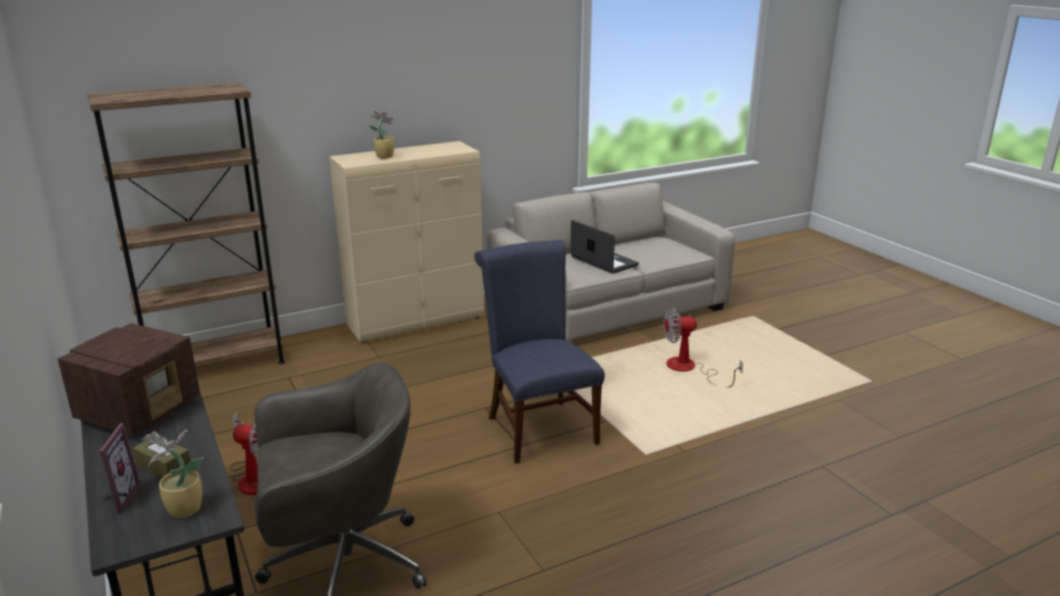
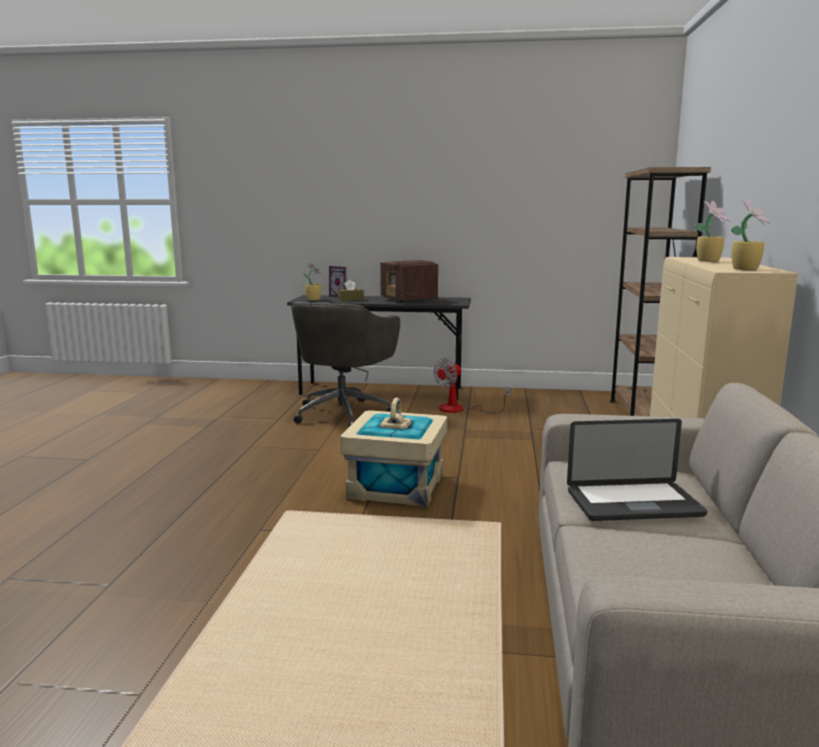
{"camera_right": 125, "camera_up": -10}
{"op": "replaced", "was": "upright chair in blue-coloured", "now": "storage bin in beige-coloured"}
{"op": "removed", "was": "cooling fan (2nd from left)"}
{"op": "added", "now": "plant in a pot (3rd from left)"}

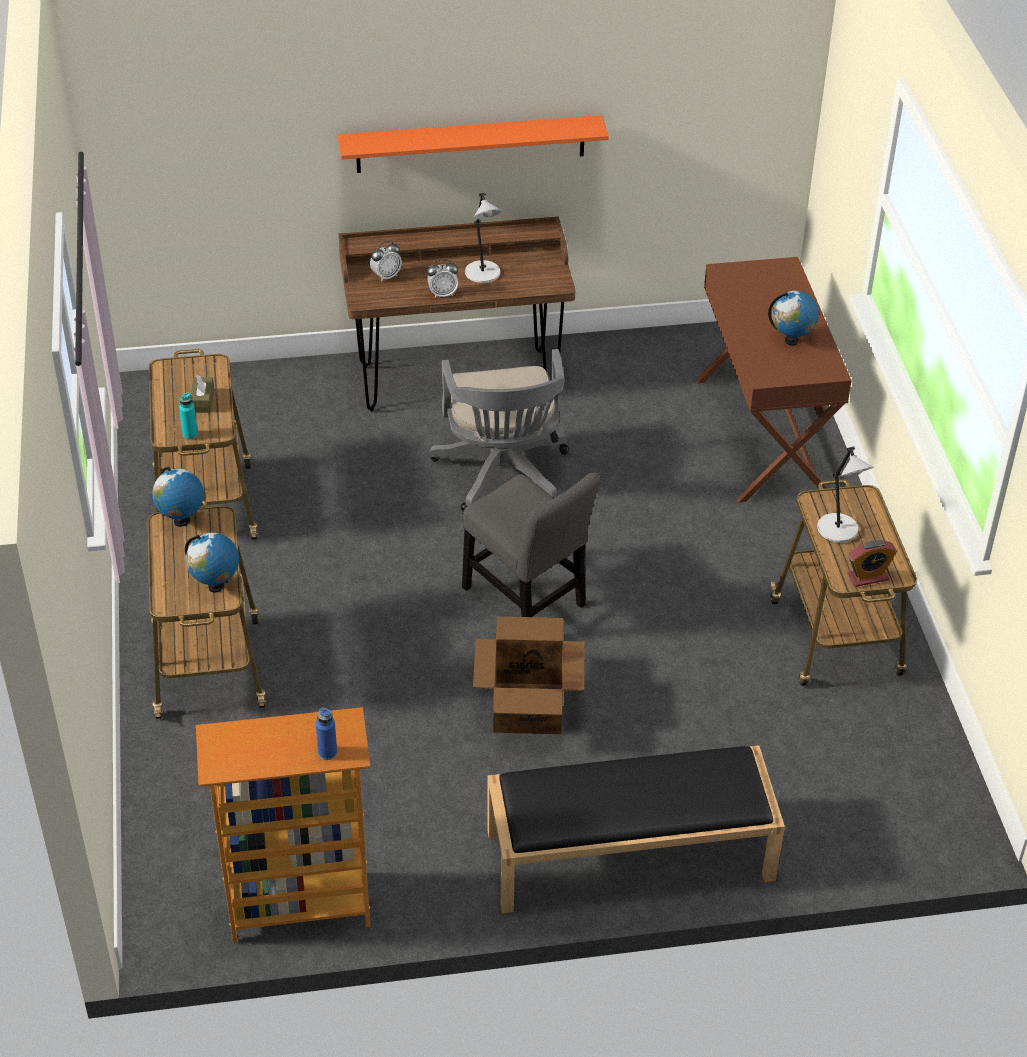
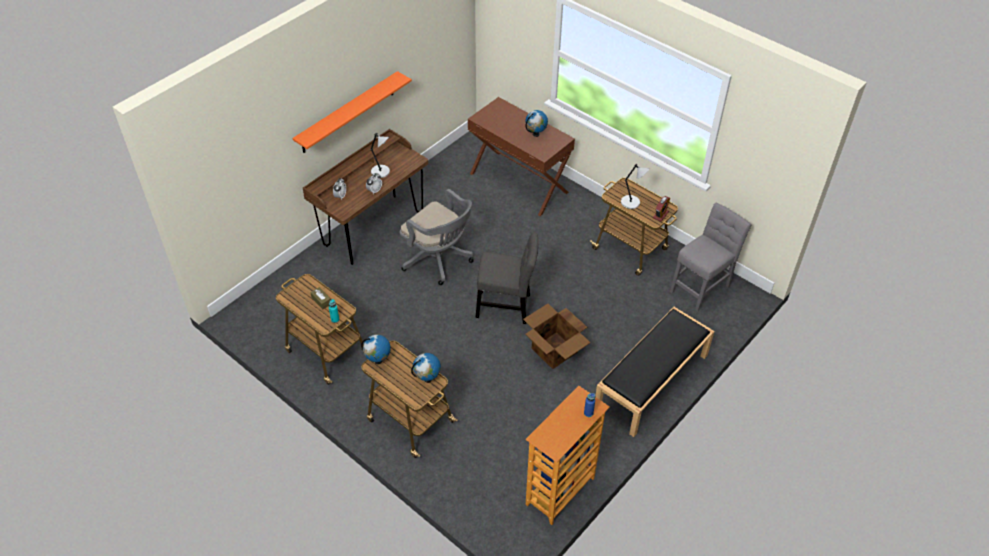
{"camera_right": -40, "camera_up": 5}
{"op": "added", "now": "upright chair in gray (2nd from left)"}

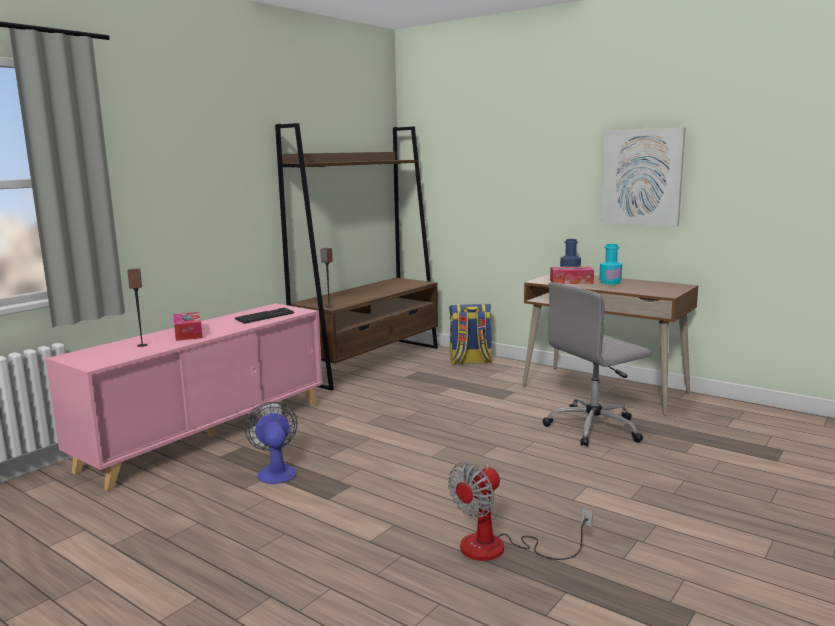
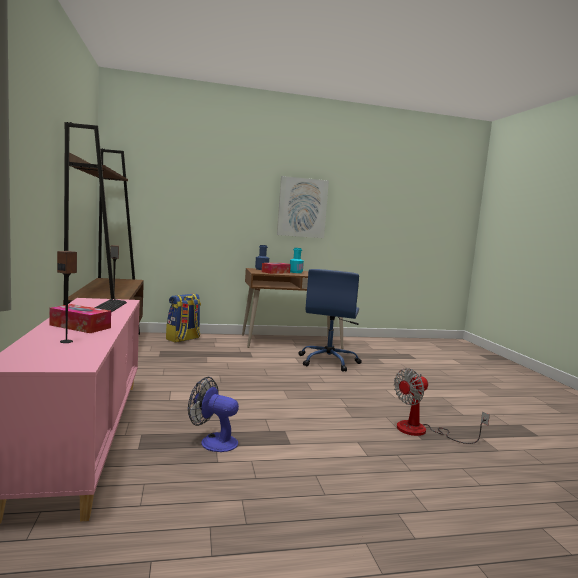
{"camera_right": -50, "camera_up": -5}
{"op": "turned", "was": "cooling fan (2nd from left)", "clockwise": 60}
{"op": "recoloured", "was": "desk chair in gray", "now": "desk chair in blue-coloured"}

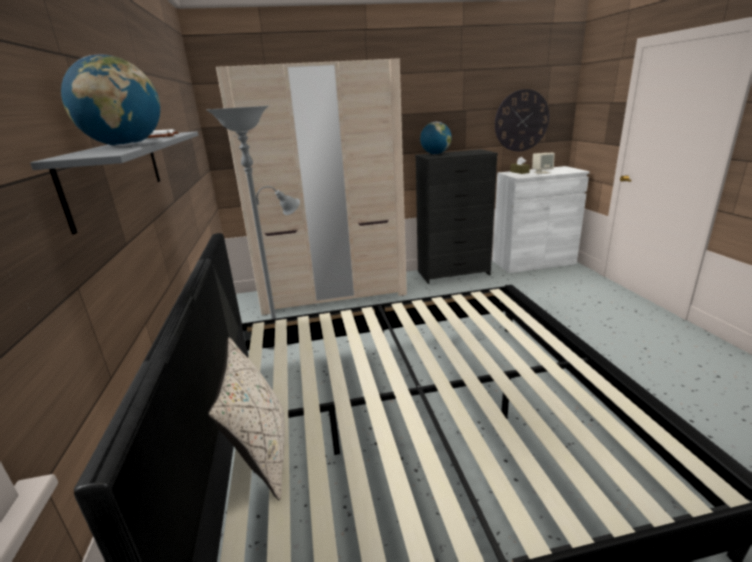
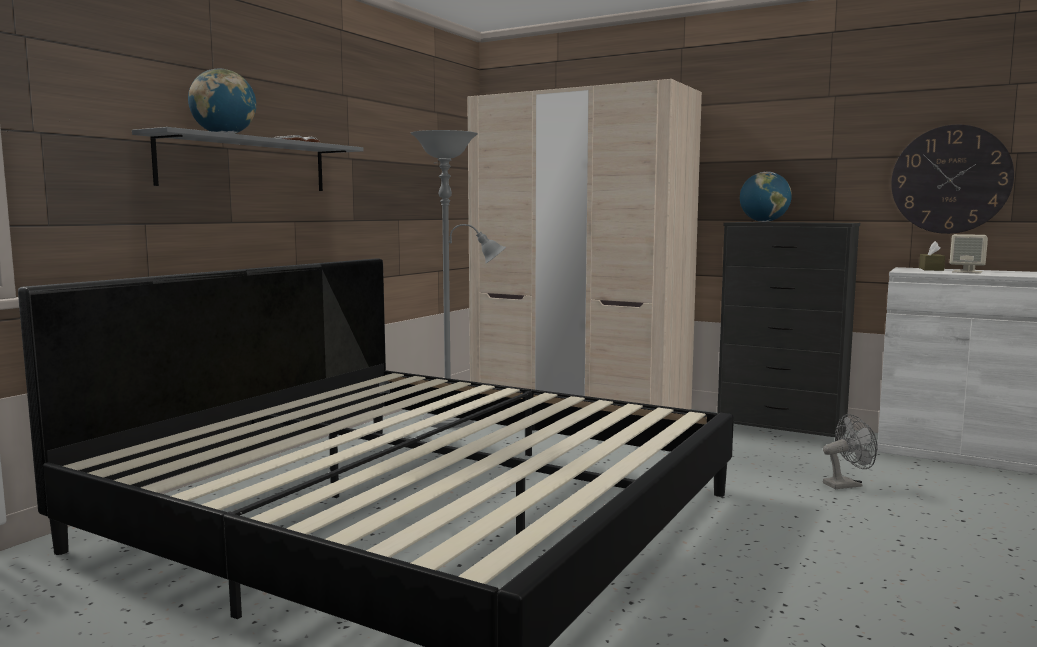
{"camera_right": 40, "camera_up": -15}
{"op": "removed", "was": "pillow in beige-coloured"}
{"op": "added", "now": "cooling fan in gray"}

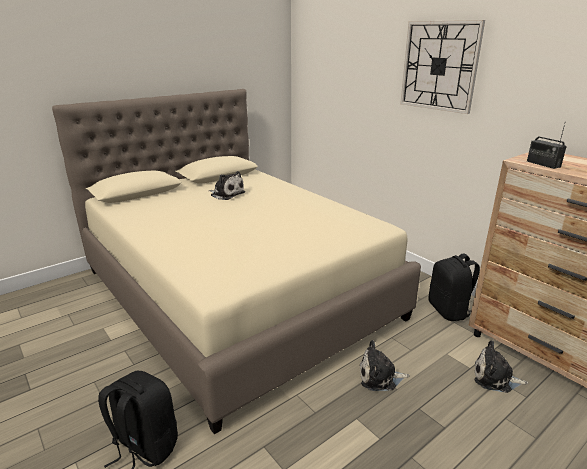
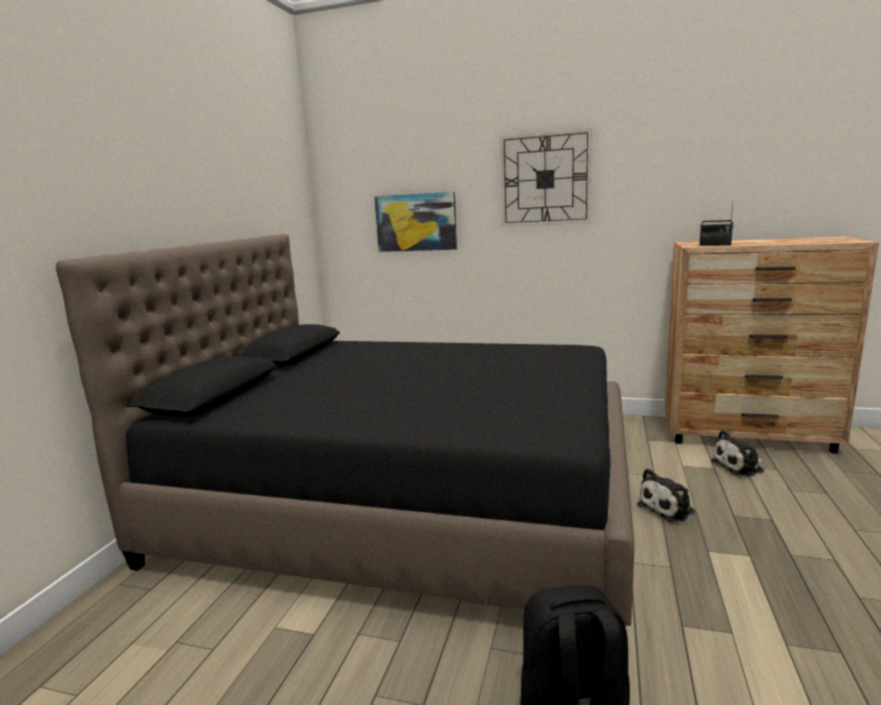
{"camera_right": -35, "camera_up": -10}
{"op": "recoloured", "was": "sleeping bed in beige-coloured", "now": "sleeping bed in black"}
{"op": "removed", "was": "plush toy (1st from left)"}
{"op": "removed", "was": "rucksack in black (2nd from left)"}
{"op": "added", "now": "wall art"}

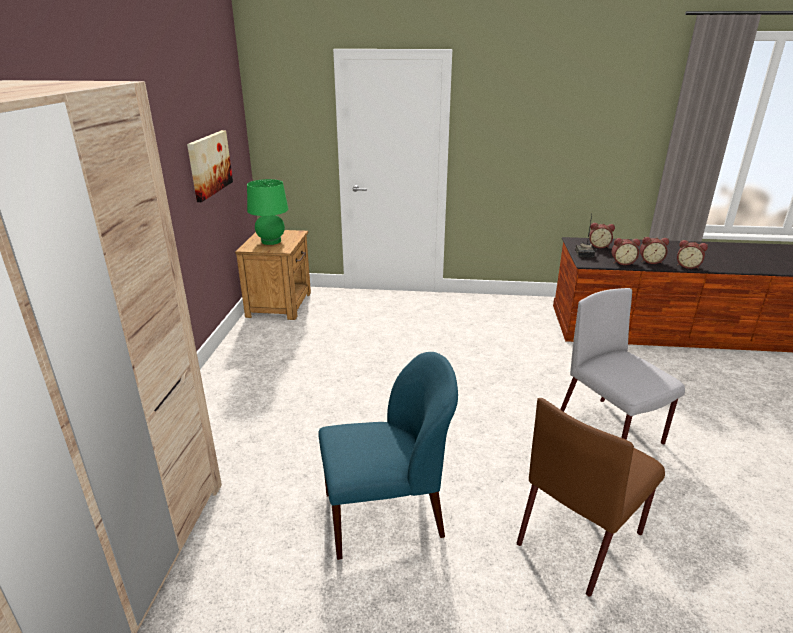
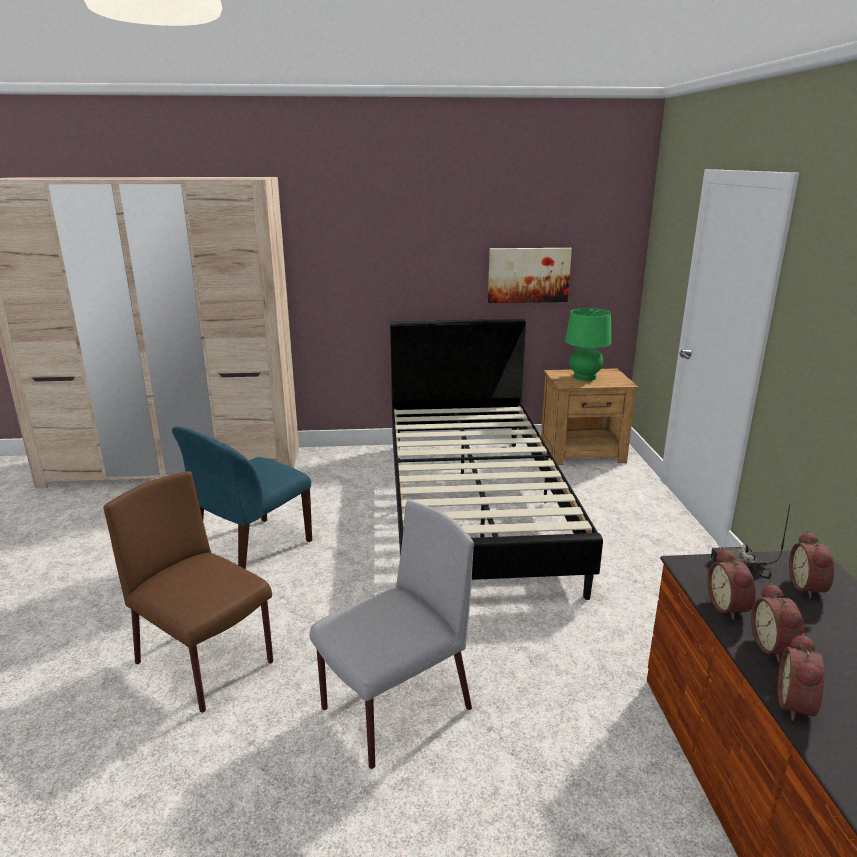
{"camera_right": 80, "camera_up": -5}
{"op": "turned", "was": "upright chair in blue-coloured", "clockwise": 60}
{"op": "added", "now": "sleeping bed in black"}

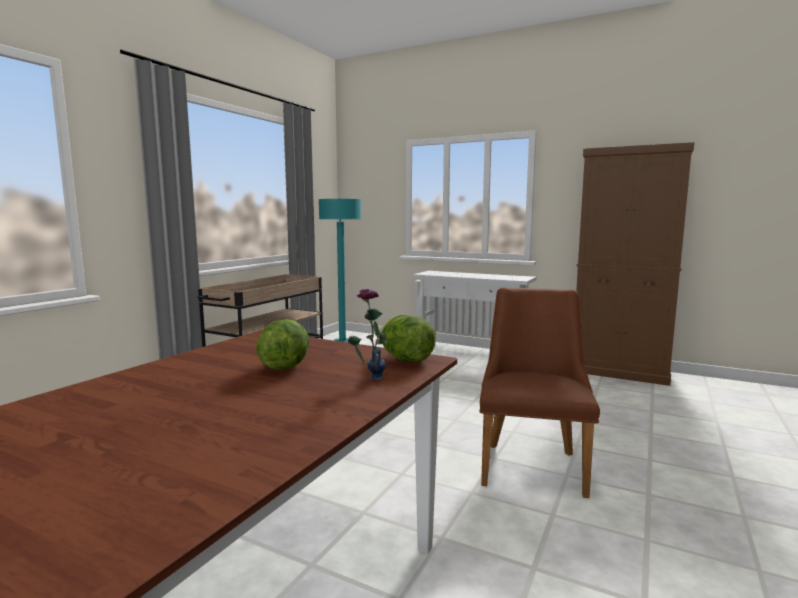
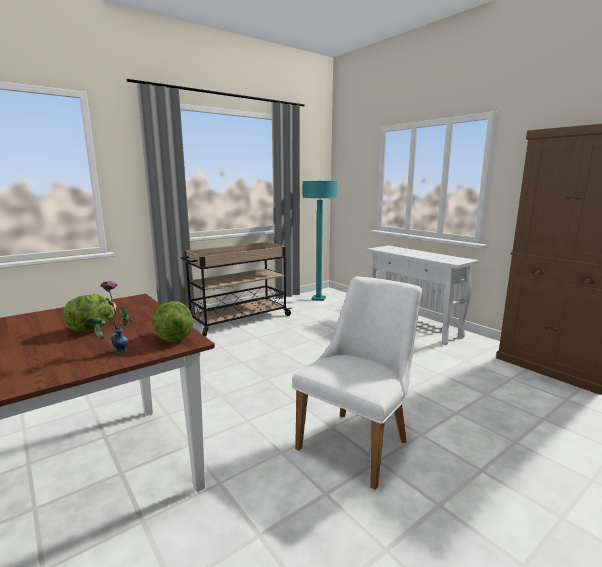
{"camera_right": 25, "camera_up": 5}
{"op": "recoloured", "was": "upright chair in brown", "now": "upright chair in white"}

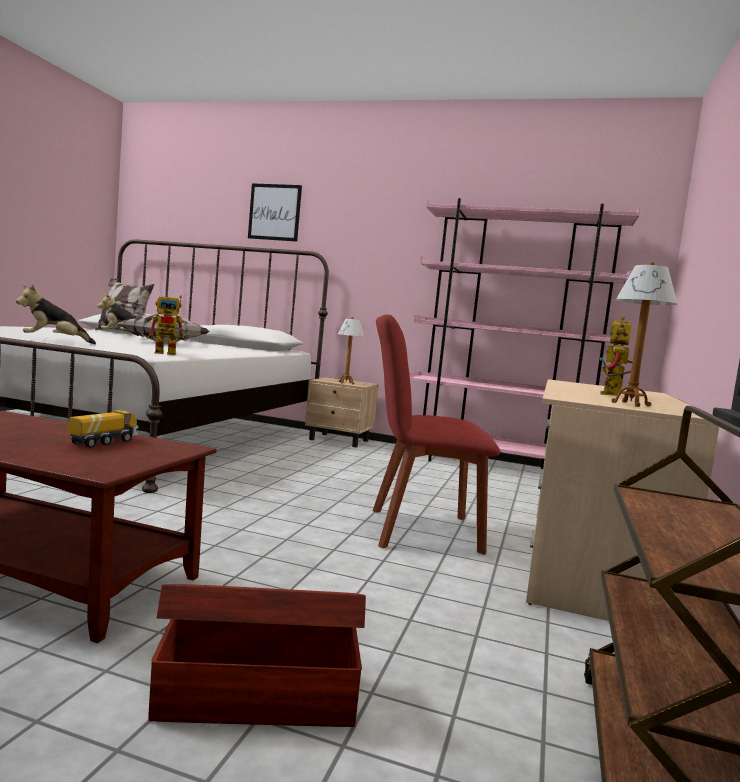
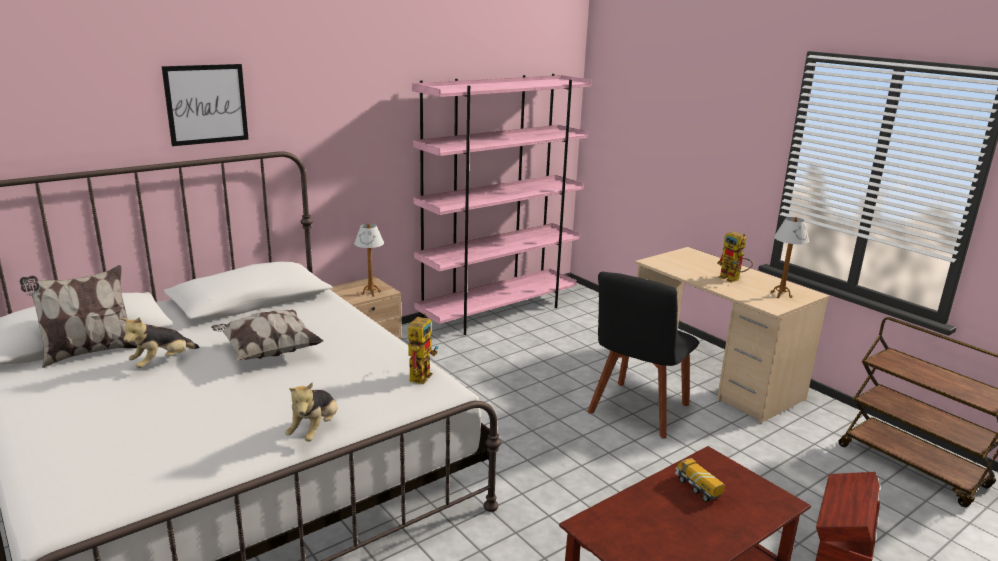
{"camera_right": -55, "camera_up": 15}
{"op": "recoloured", "was": "upright chair in red-coloured", "now": "upright chair in black"}

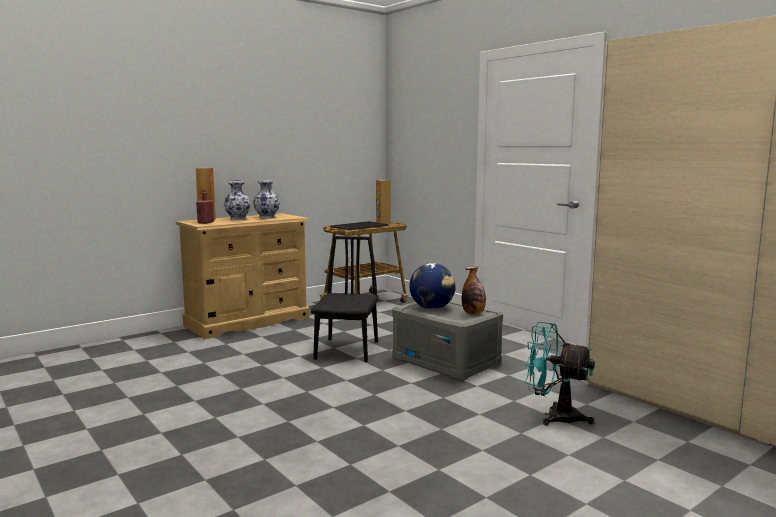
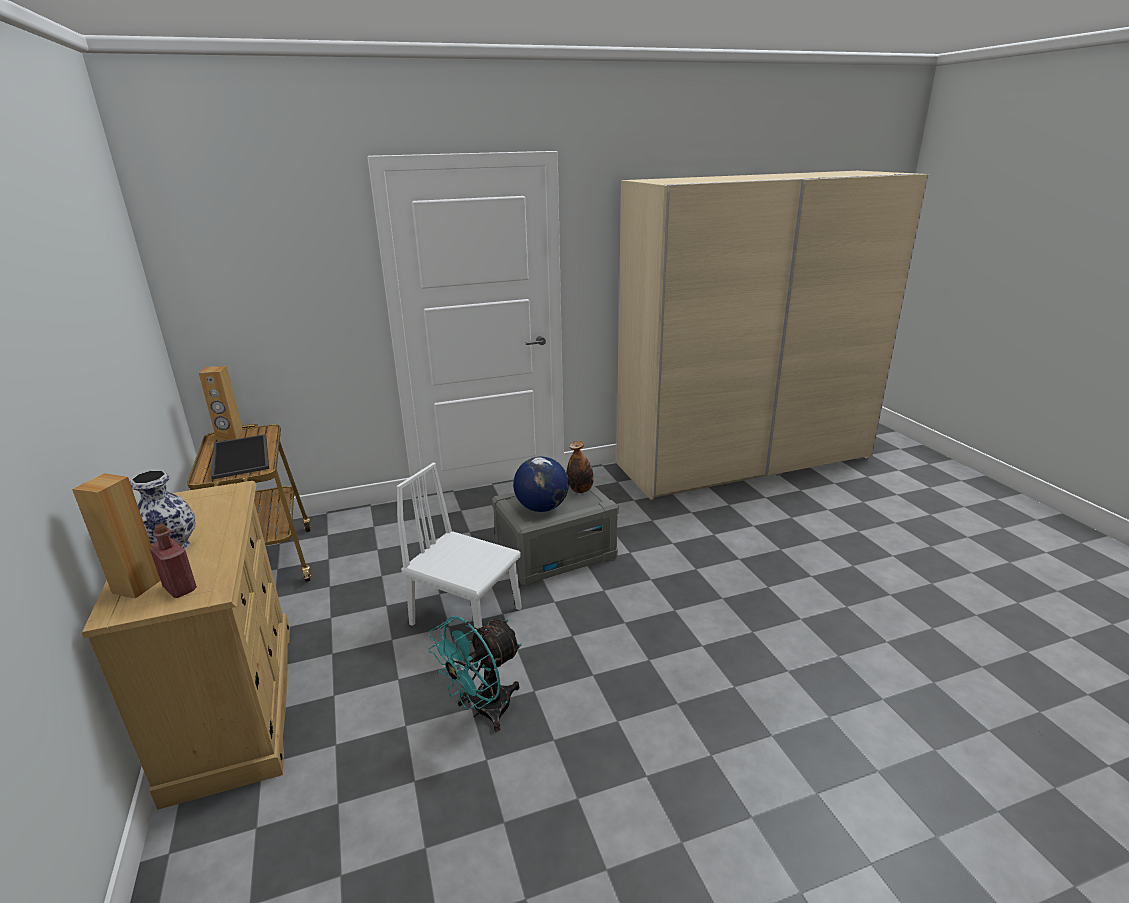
{"camera_right": -70, "camera_up": 15}
{"op": "removed", "was": "decorative vase (2nd from left)"}
{"op": "recoloured", "was": "upright chair in black", "now": "upright chair in white"}
{"op": "moved", "was": "cooling fan in blue-green"}

